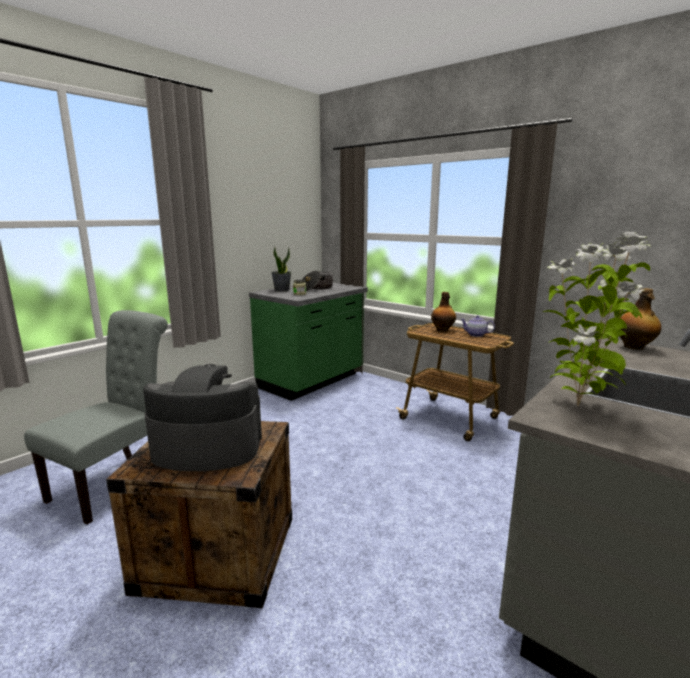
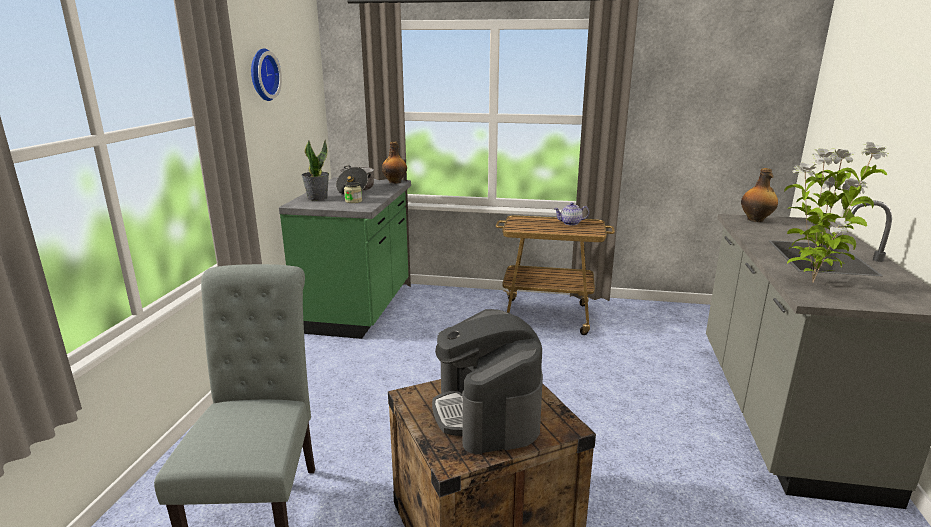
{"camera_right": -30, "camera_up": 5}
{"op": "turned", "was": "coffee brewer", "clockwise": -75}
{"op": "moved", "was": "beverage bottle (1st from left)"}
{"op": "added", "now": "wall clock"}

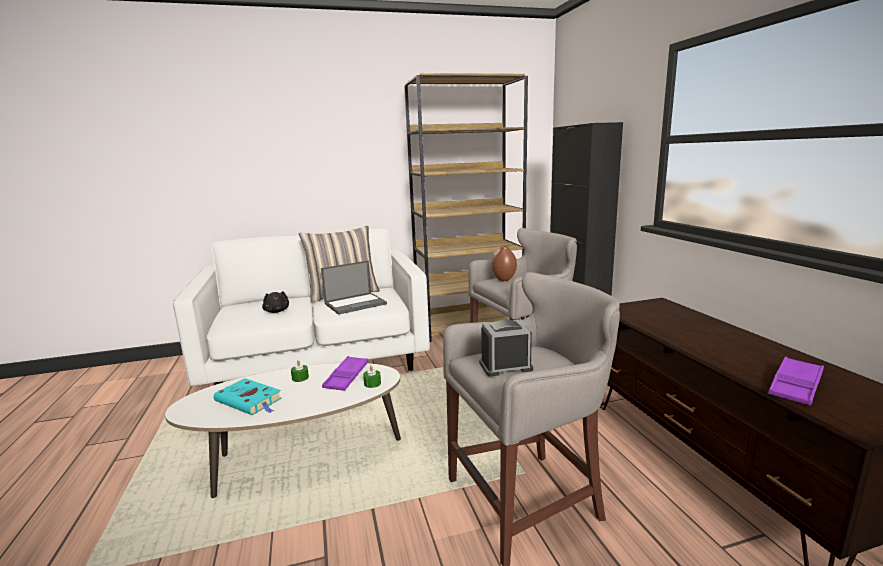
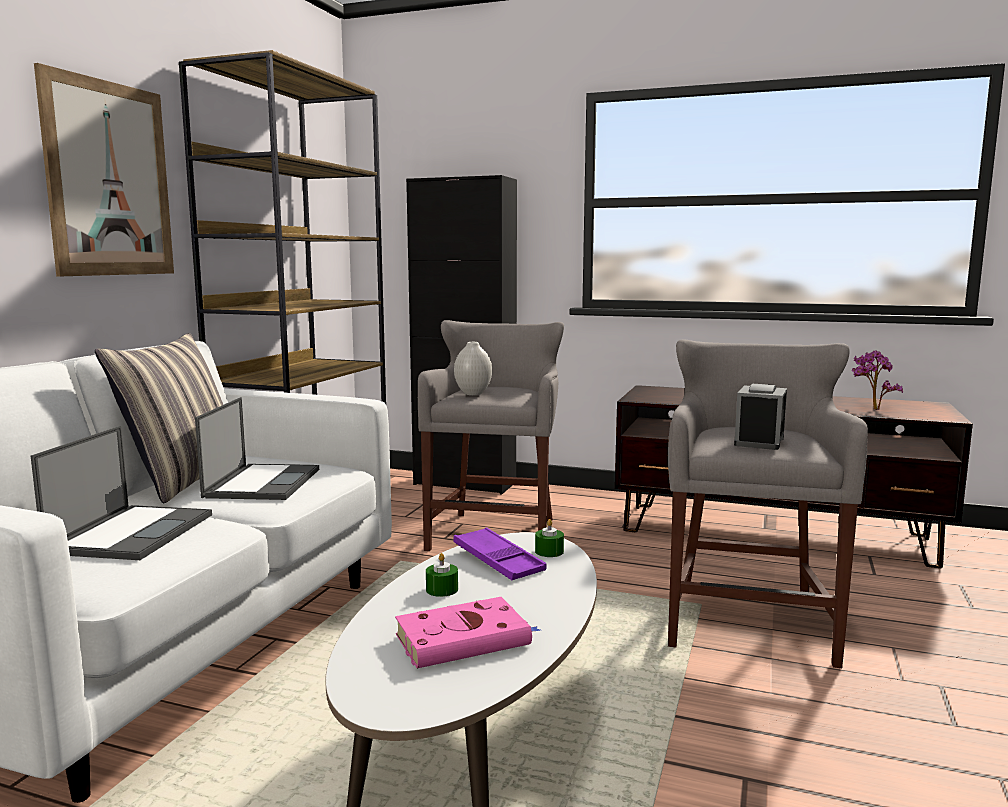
{"camera_right": -55, "camera_up": -5}
{"op": "recoloured", "was": "bound book in blue-green", "now": "bound book in pink-coloured"}
{"op": "replaced", "was": "plush toy in black", "now": "laptop (1st from left)"}
{"op": "recoloured", "was": "decorative vase in brown", "now": "decorative vase in white"}
{"op": "replaced", "was": "carrying tray in purple-coloured (2nd from left)", "now": "plant in a pot"}
{"op": "added", "now": "wall art"}

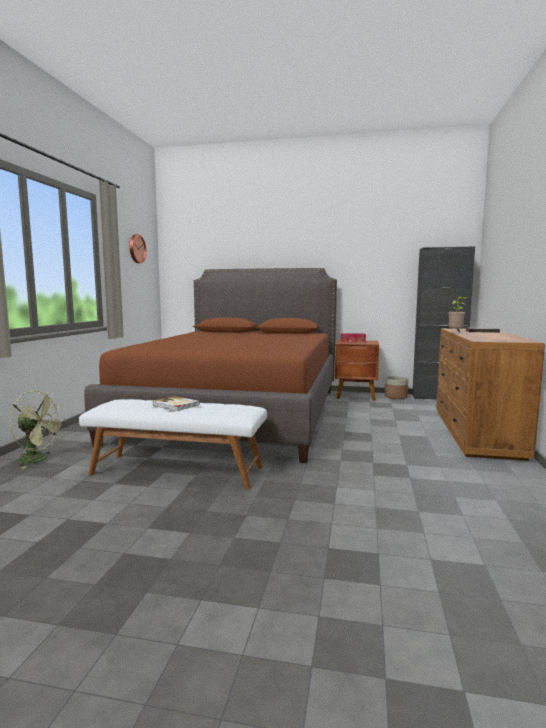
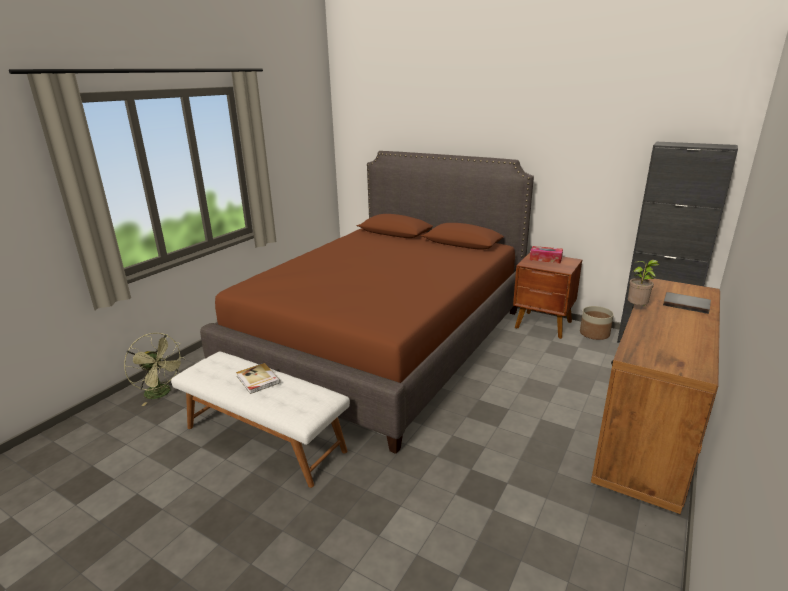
{"camera_right": 20, "camera_up": 15}
{"op": "removed", "was": "wall clock"}

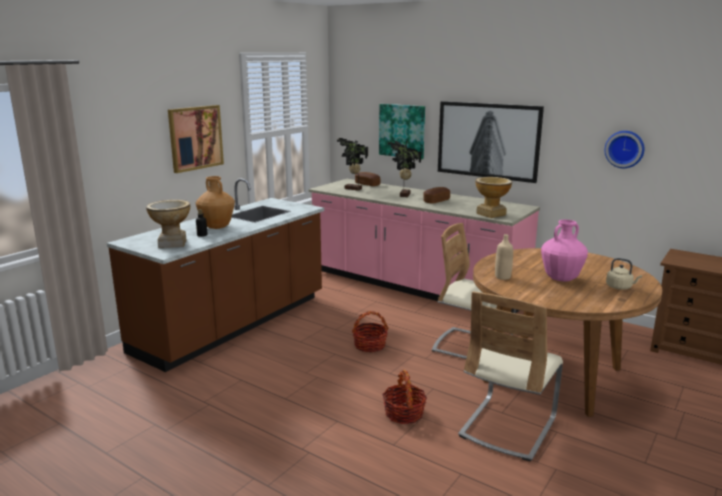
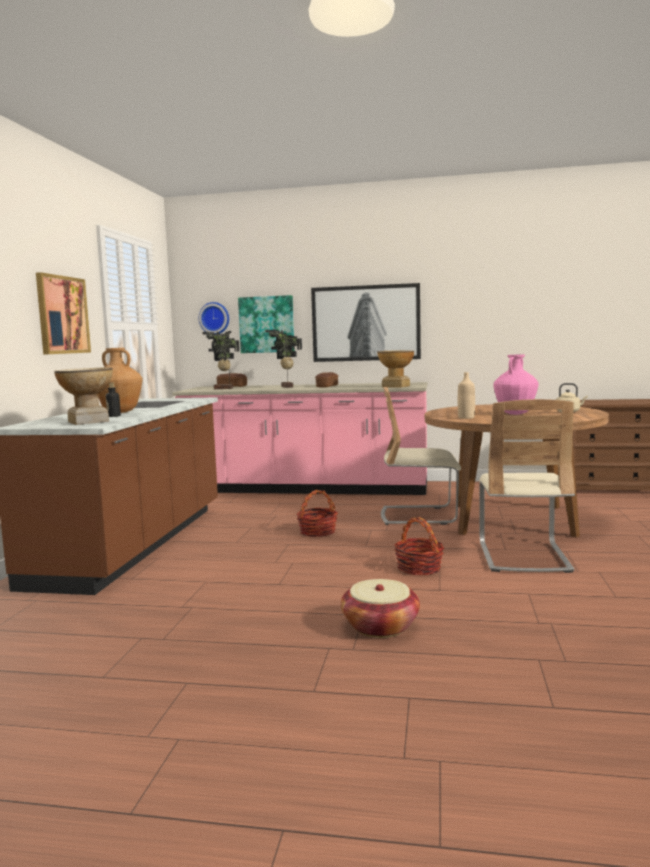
{"camera_right": -25, "camera_up": -10}
{"op": "moved", "was": "wall clock"}
{"op": "added", "now": "household basket (2nd from left)"}

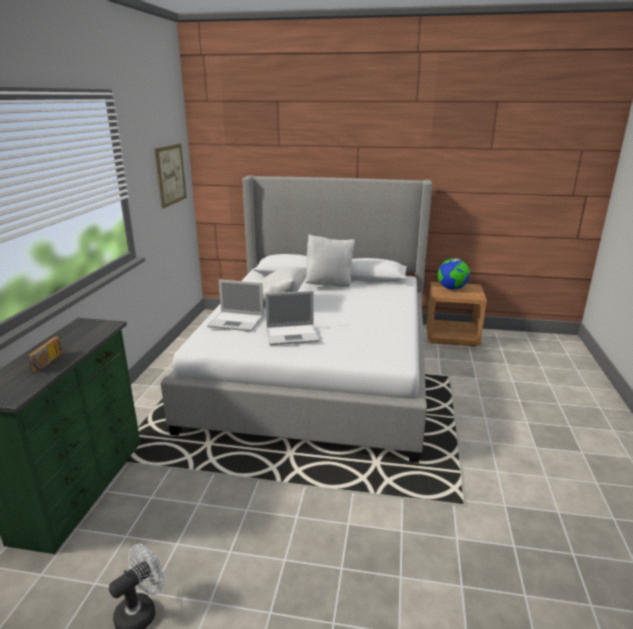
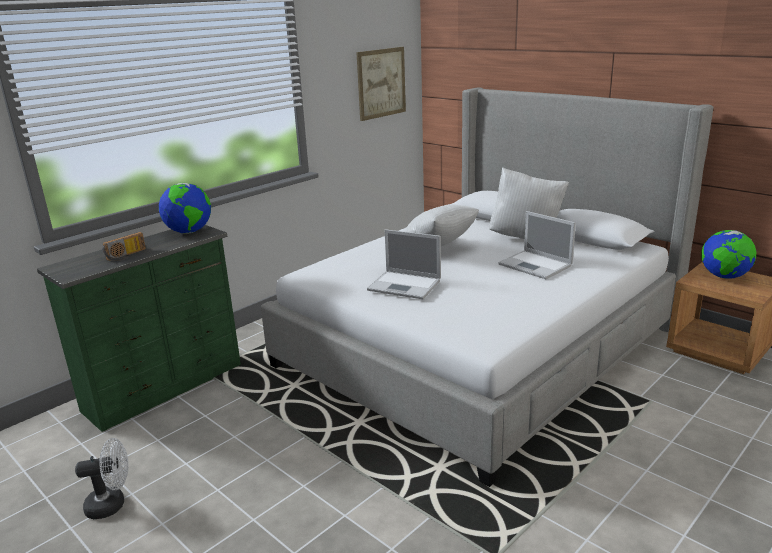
{"camera_right": 35, "camera_up": 0}
{"op": "moved", "was": "laptop (1st from left in the first image)", "now": "laptop (2nd from left)"}
{"op": "added", "now": "world globe (1st from left)"}

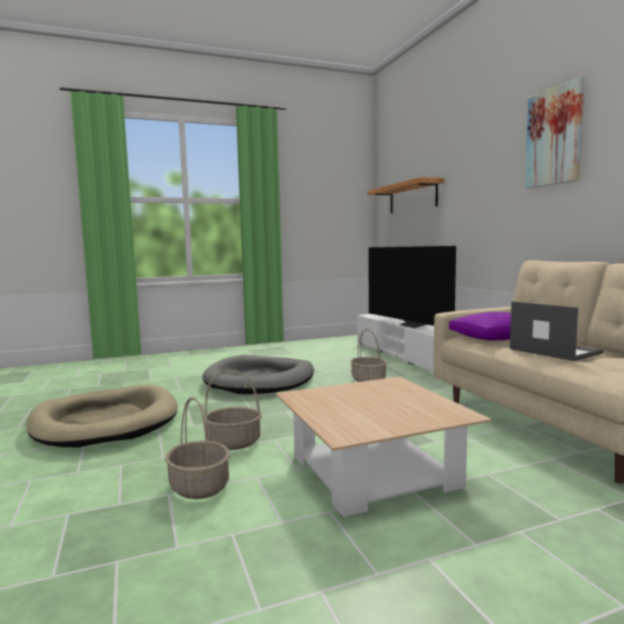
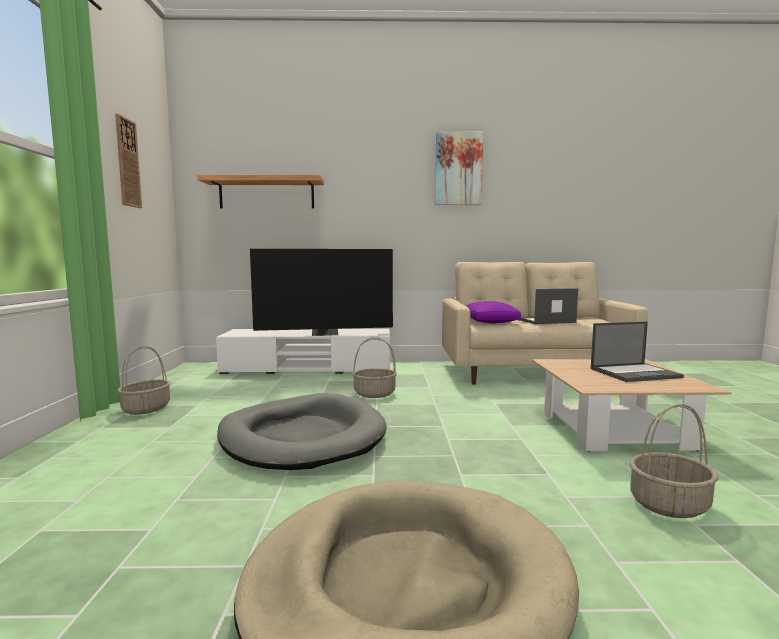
{"camera_right": -70, "camera_up": 0}
{"op": "moved", "was": "household basket (2nd from left in the first image)", "now": "household basket (1st from left)"}
{"op": "added", "now": "wall clock"}
{"op": "added", "now": "laptop (2nd from left)"}

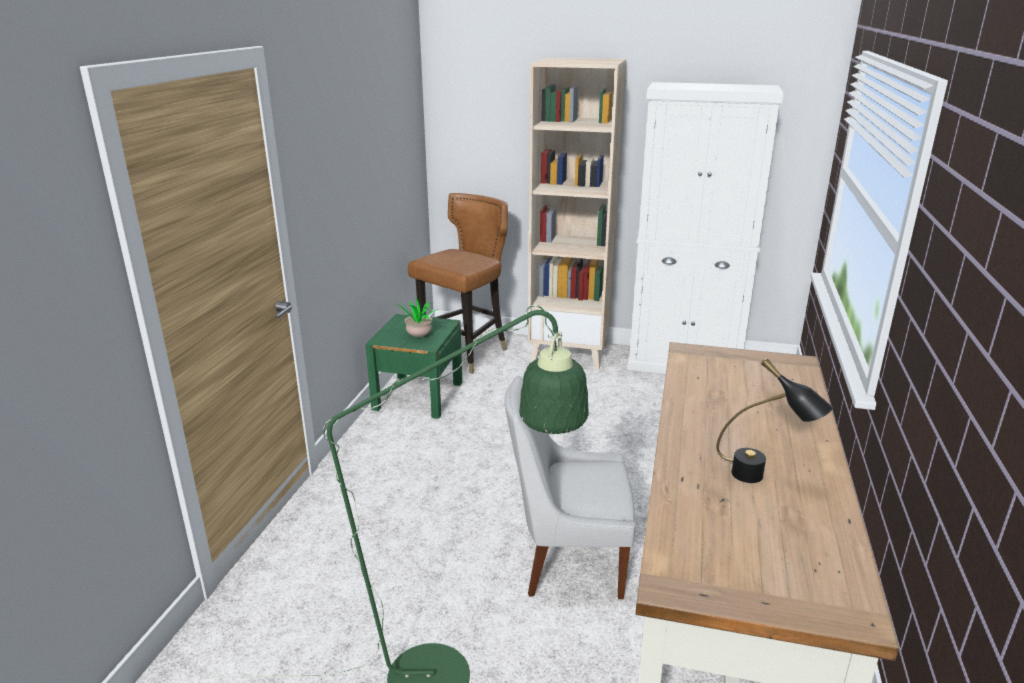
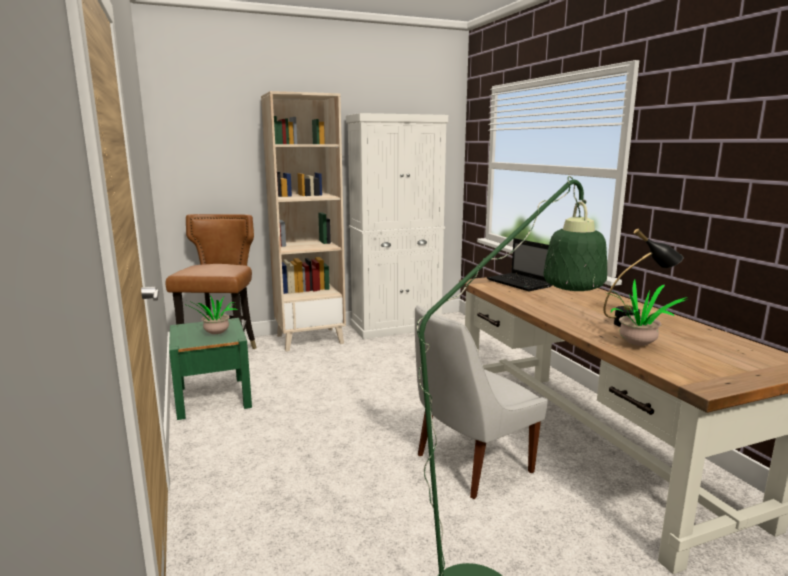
{"camera_right": -35, "camera_up": -10}
{"op": "added", "now": "laptop"}
{"op": "added", "now": "plant in a pot (2nd from left)"}

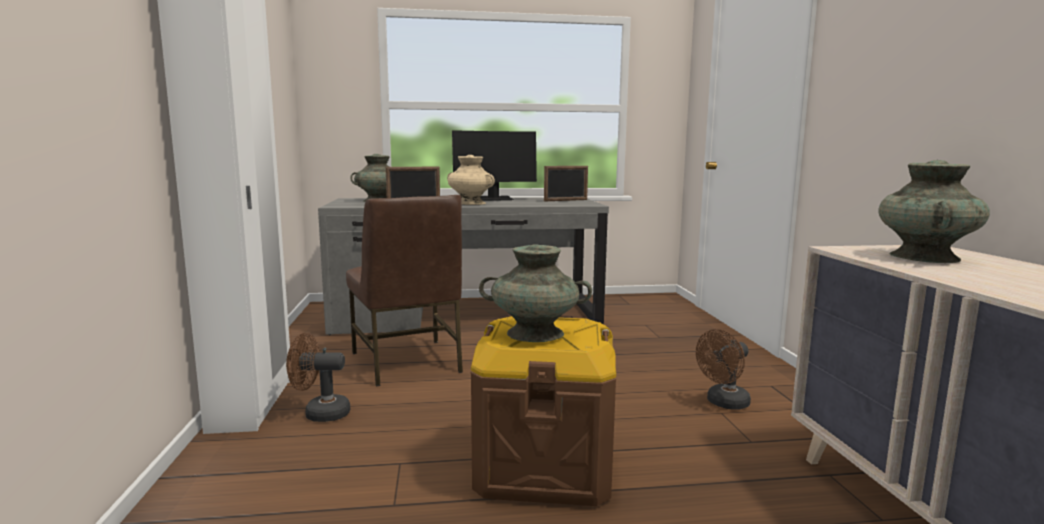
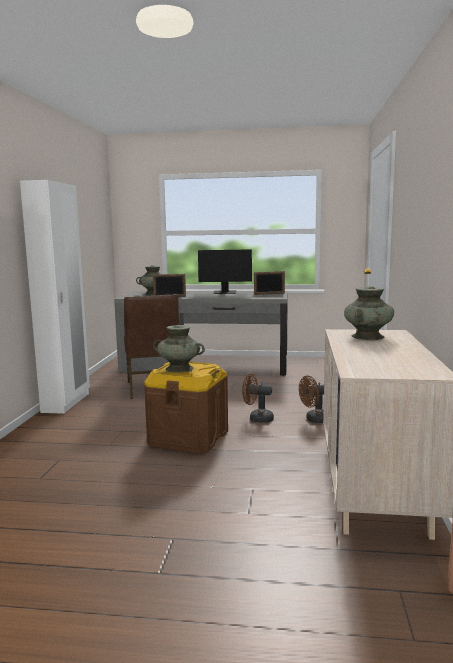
{"camera_right": 15, "camera_up": 0}
{"op": "moved", "was": "cooling fan in brown (1st from left)"}
{"op": "removed", "was": "decorative vase in beige-coloured"}

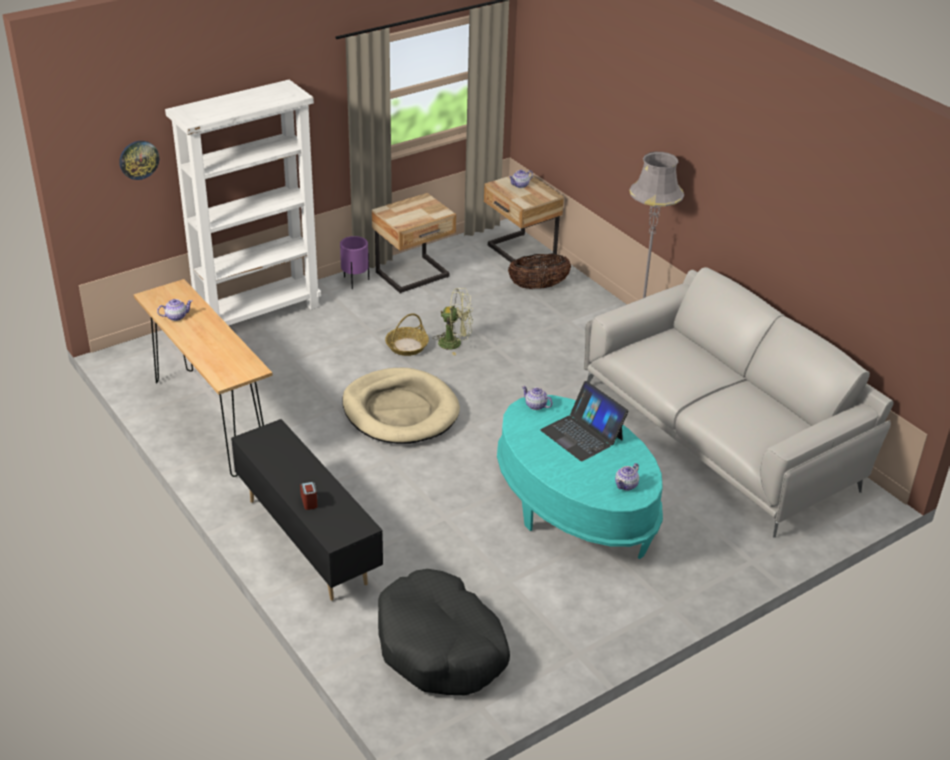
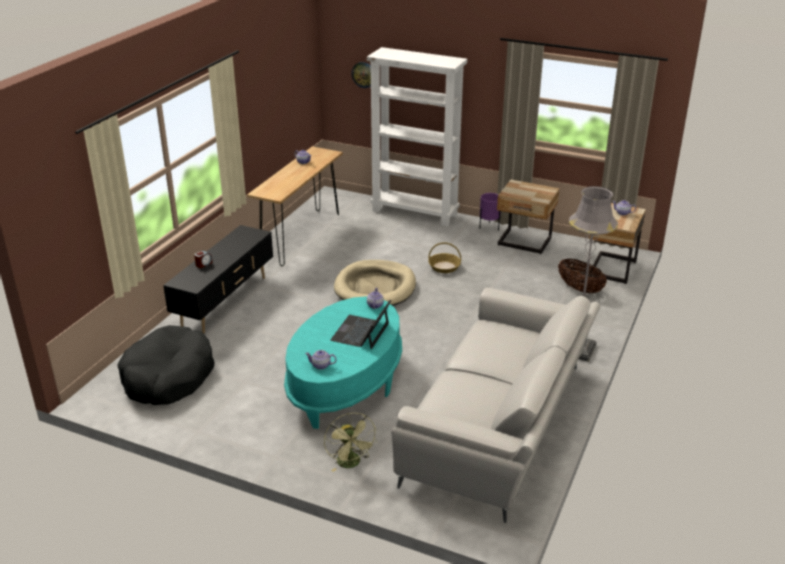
{"camera_right": 60, "camera_up": -5}
{"op": "moved", "was": "cooling fan in green"}

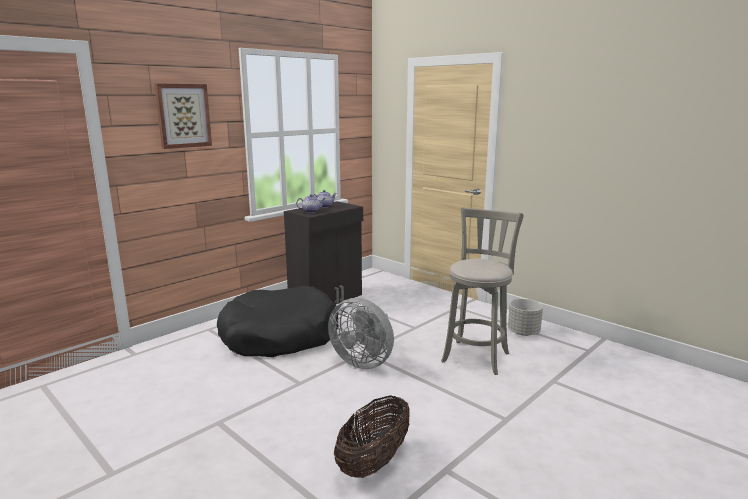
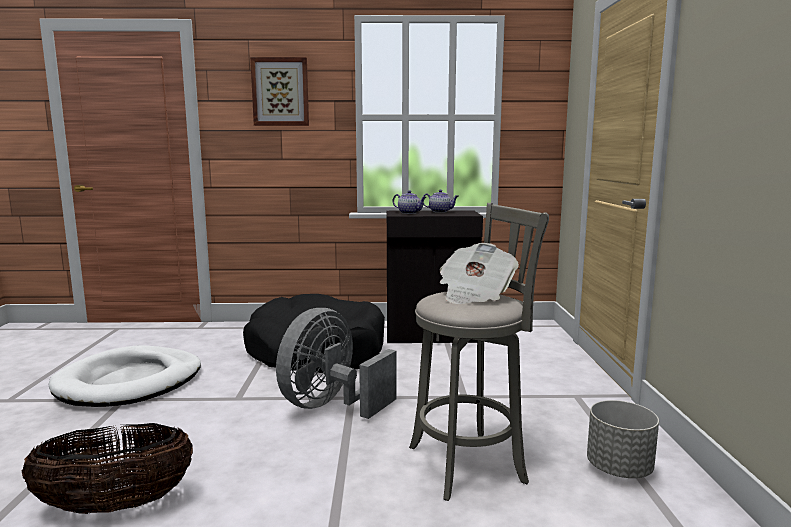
{"camera_right": 45, "camera_up": -5}
{"op": "turned", "was": "cooling fan in gray", "clockwise": 45}
{"op": "added", "now": "dog bed in white"}
{"op": "added", "now": "newspaper"}

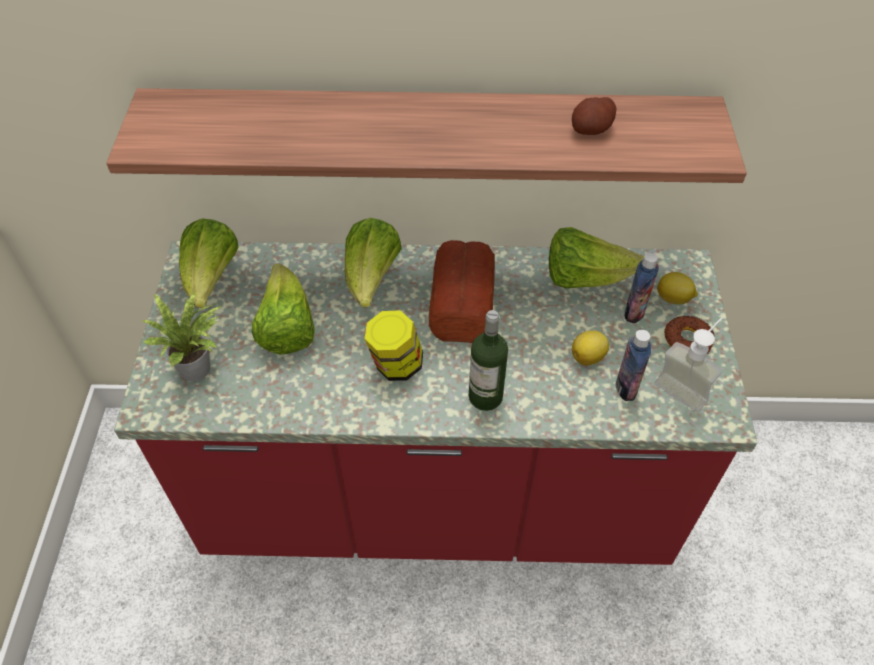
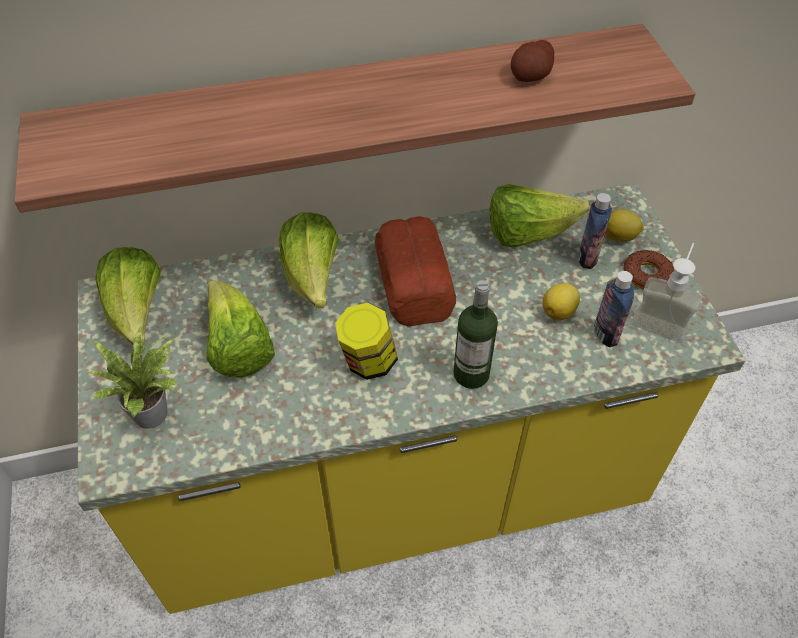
{"camera_right": -15, "camera_up": 0}
{"op": "recoloured", "was": "counter in red-coloured", "now": "counter in yellowish"}

